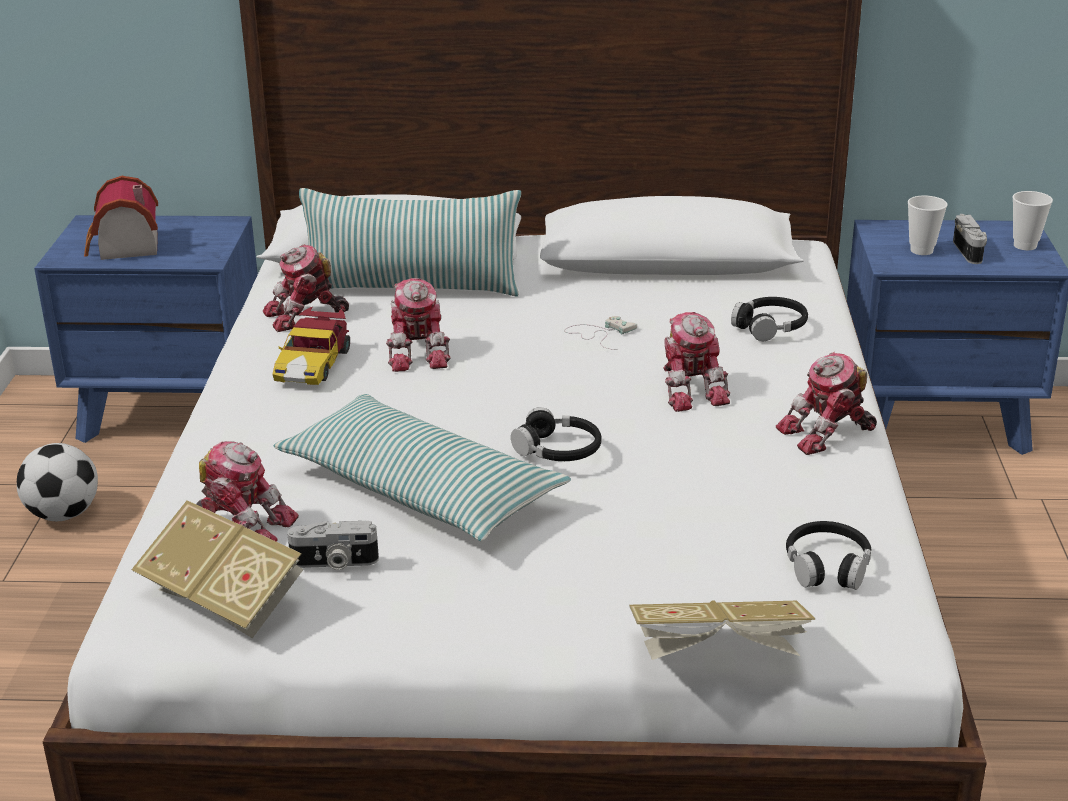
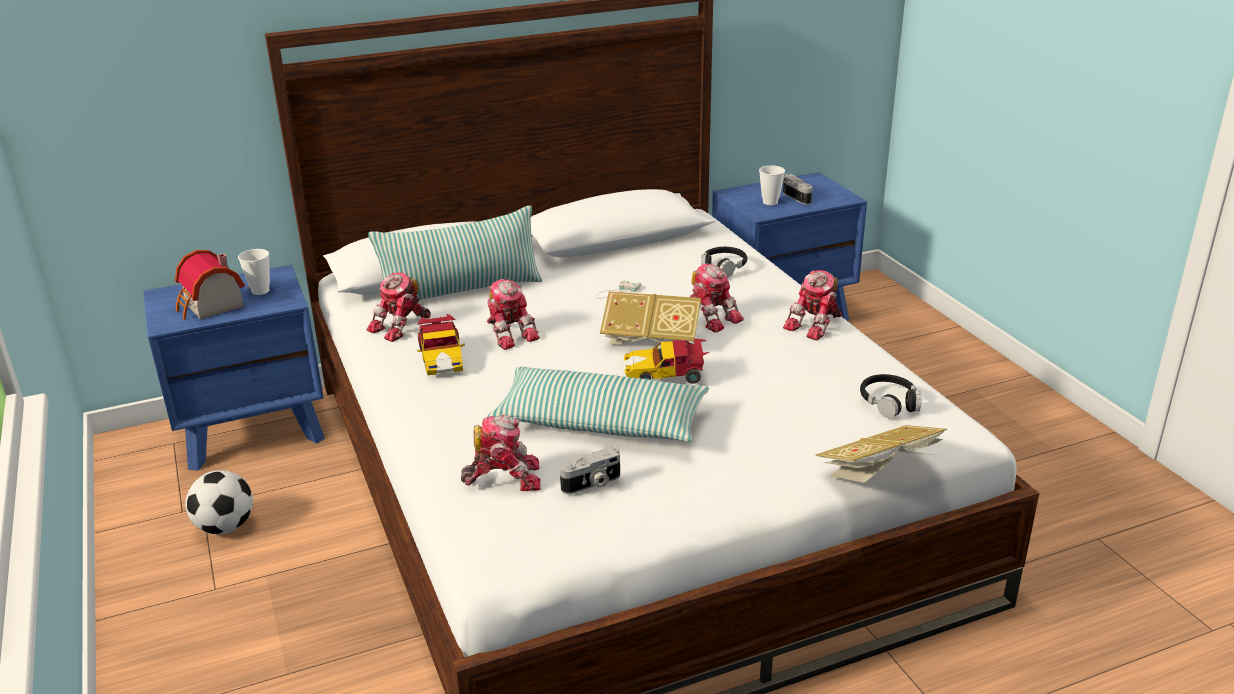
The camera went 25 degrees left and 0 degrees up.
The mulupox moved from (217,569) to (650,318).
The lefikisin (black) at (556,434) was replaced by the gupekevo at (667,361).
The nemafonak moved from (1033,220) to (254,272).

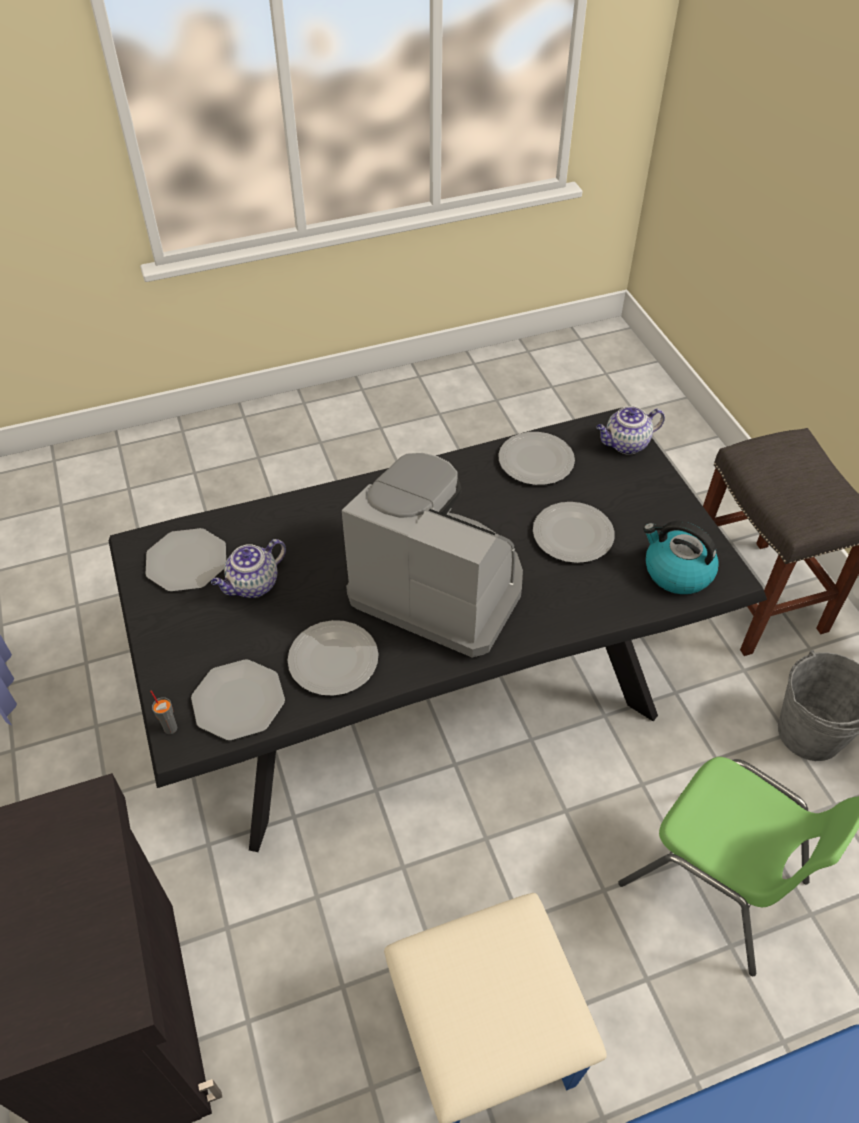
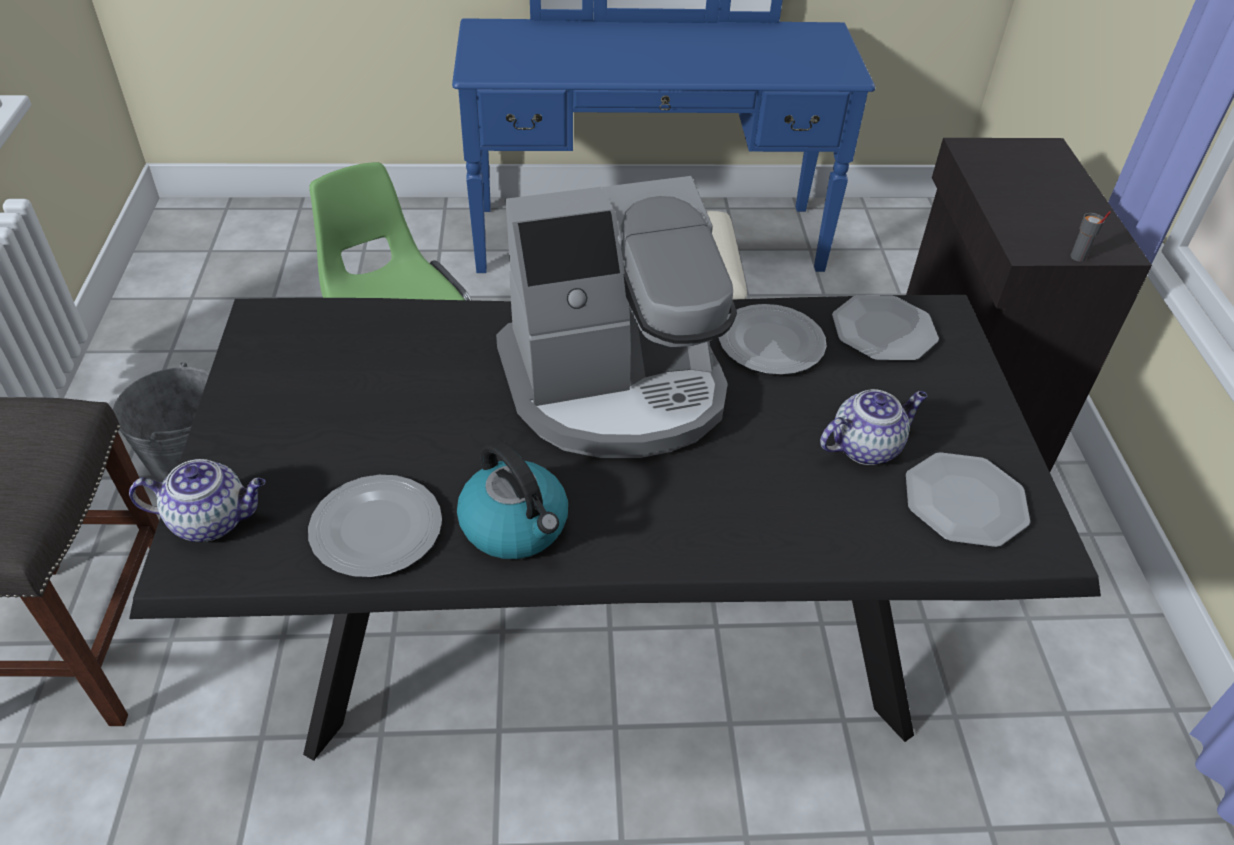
The camera went 165 degrees left and 5 degrees down.
The nemafonak (grey) moved from (163,712) to (1090,236).
The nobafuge at (432,555) turned 60 degrees counterclockwise.
The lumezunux at (574,532) disappeared.
The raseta moved from (681,557) to (512,499).

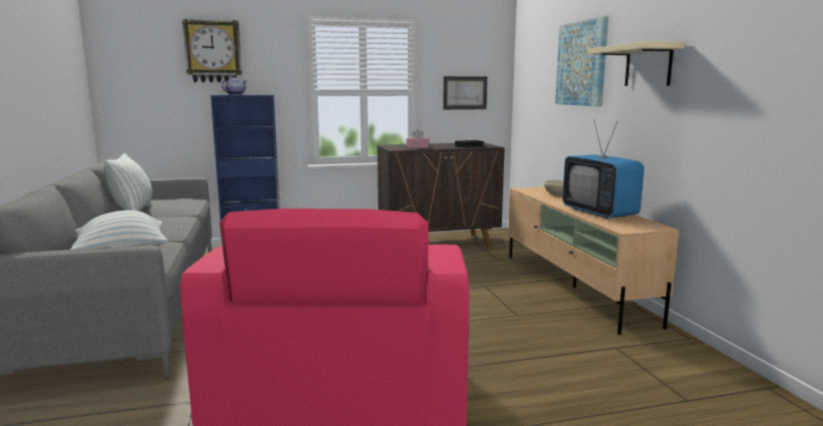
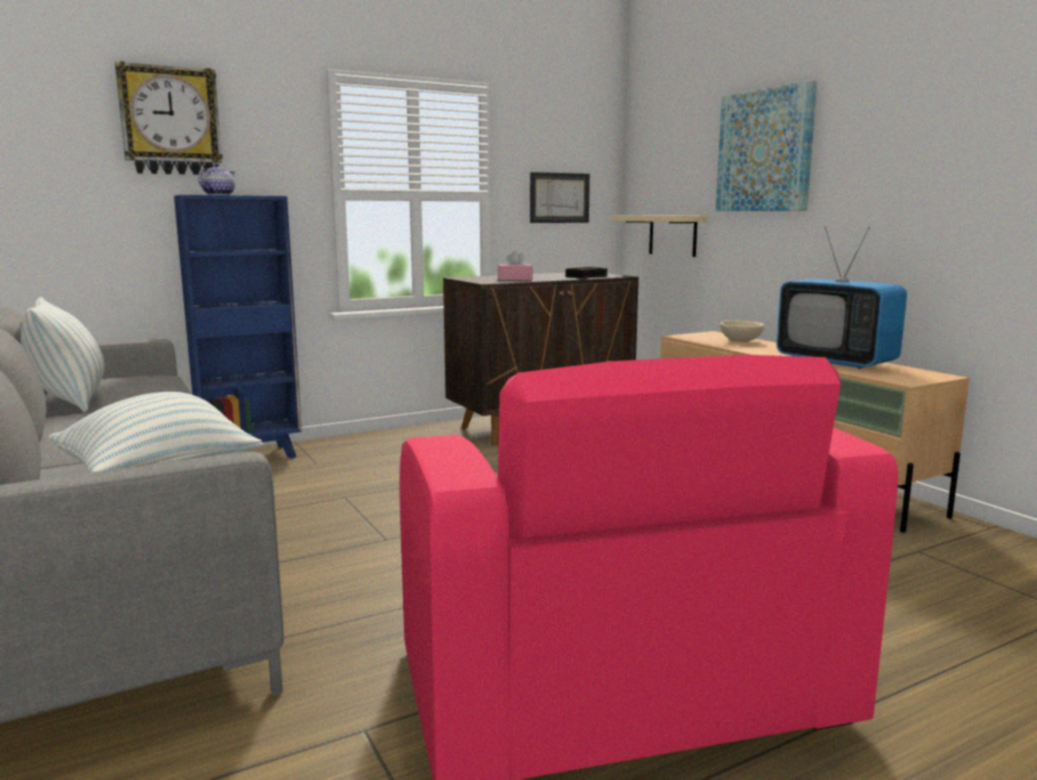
The camera went 15 degrees left and 0 degrees up.
The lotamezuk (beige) moved from (636,63) to (659,236).

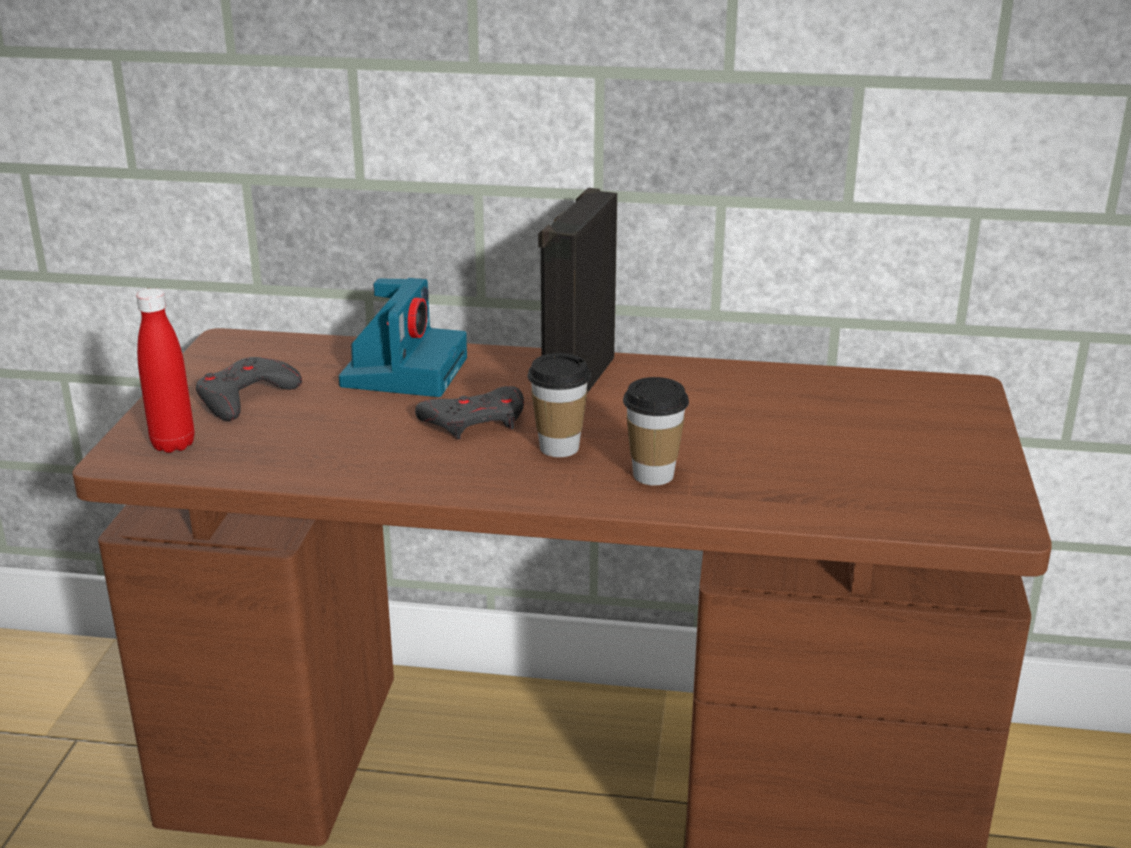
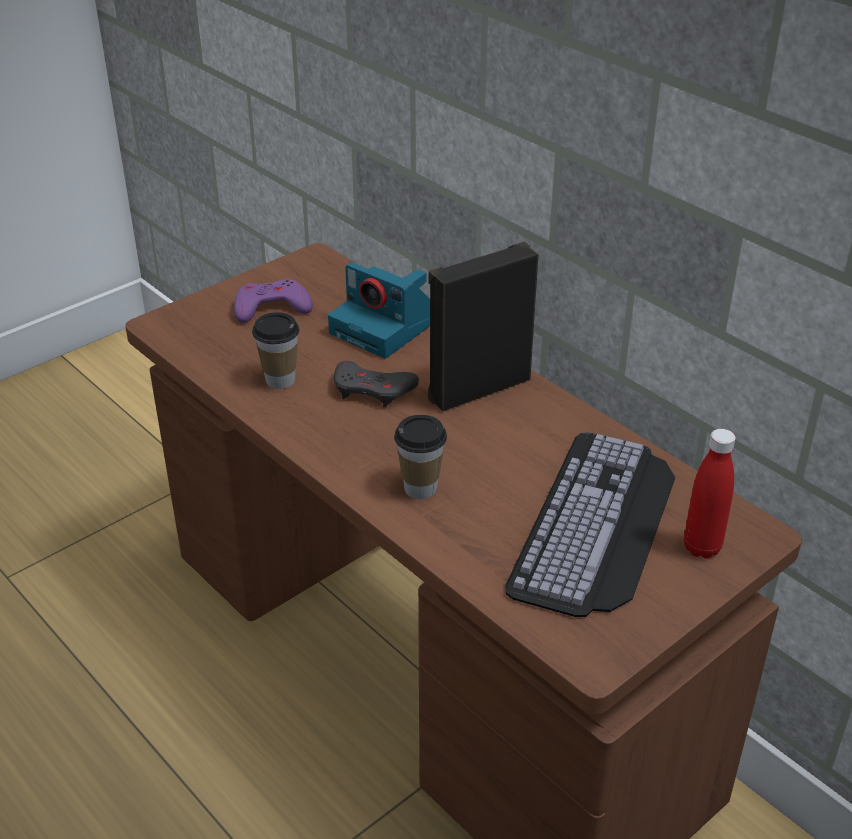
The camera went 40 degrees right and 10 degrees up.
The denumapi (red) moved from (165,370) to (710,494).
The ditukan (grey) at (249,389) became the ditukan (purple) at (273,301).
The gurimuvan at (403,337) turned 75 degrees clockwise.
The nemafonak moved from (559,405) to (275,350).
The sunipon at (590,524) appeared.

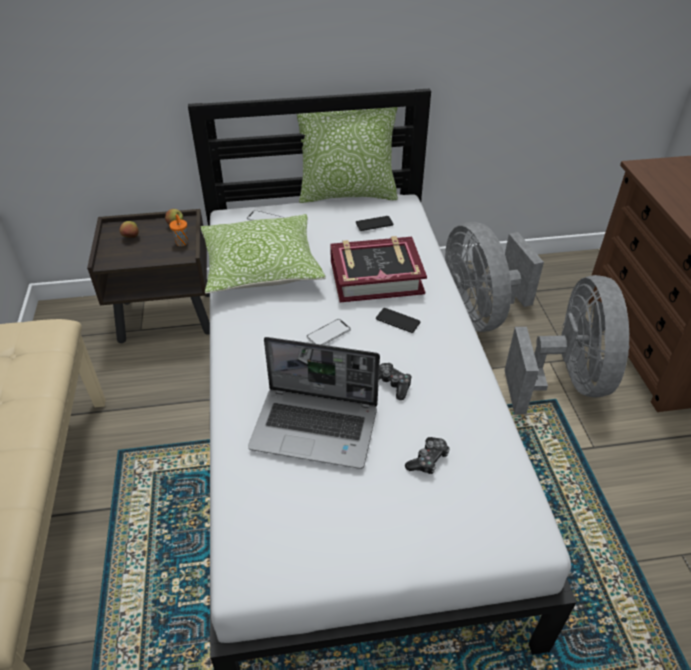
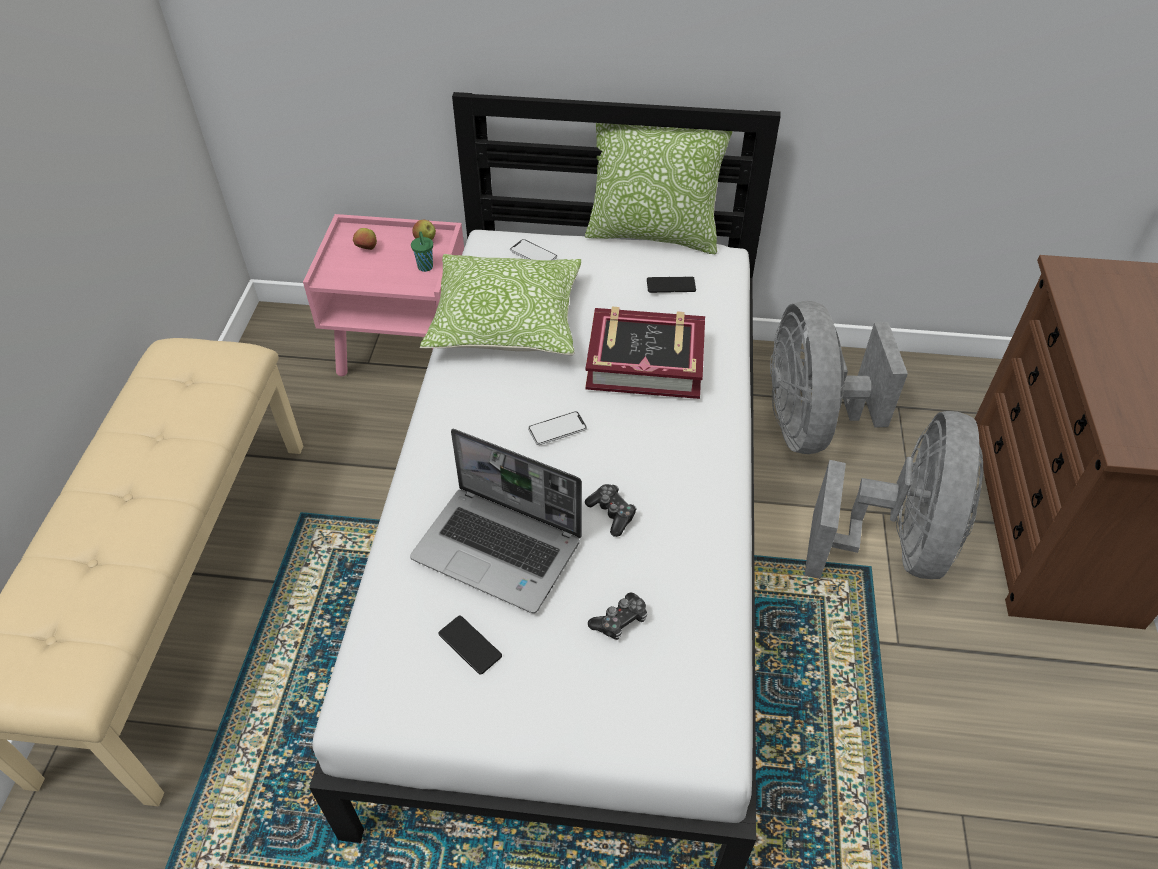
The camera went 15 degrees right and 5 degrees up.
The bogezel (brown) at (148,276) became the bogezel (pink) at (383,295).
The nemafonak (orange) at (178,230) became the nemafonak (green) at (422,251).
The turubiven moved from (398,320) to (470,645).

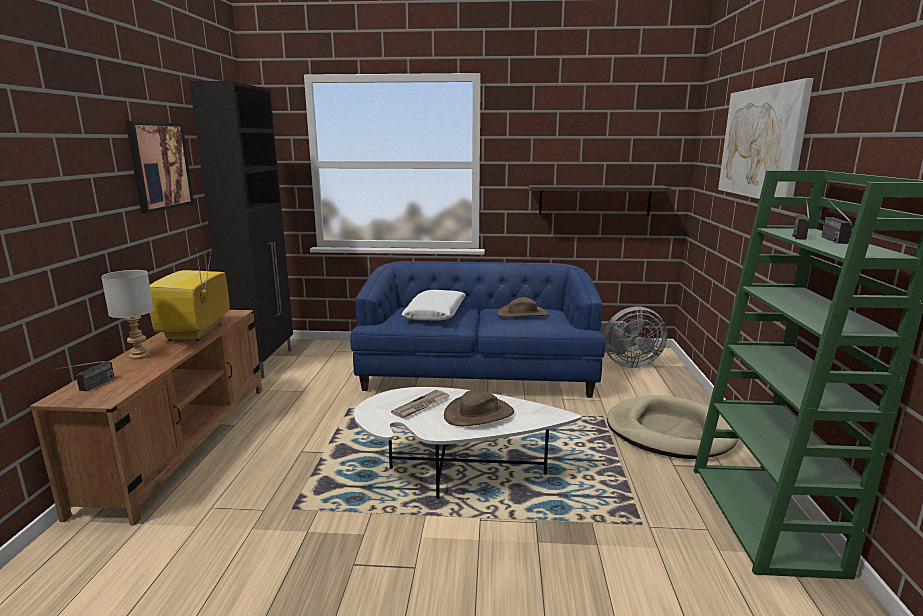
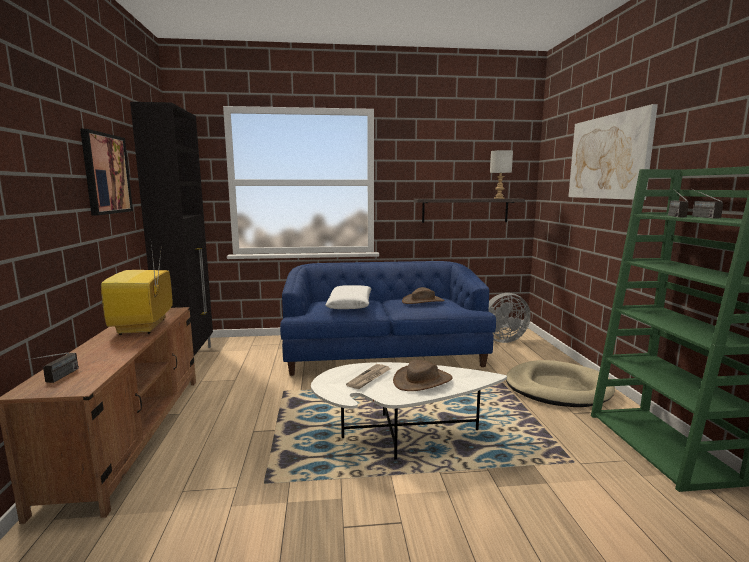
The camera went 10 degrees left and 5 degrees down.
The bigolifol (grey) moved from (127,315) to (501,174).

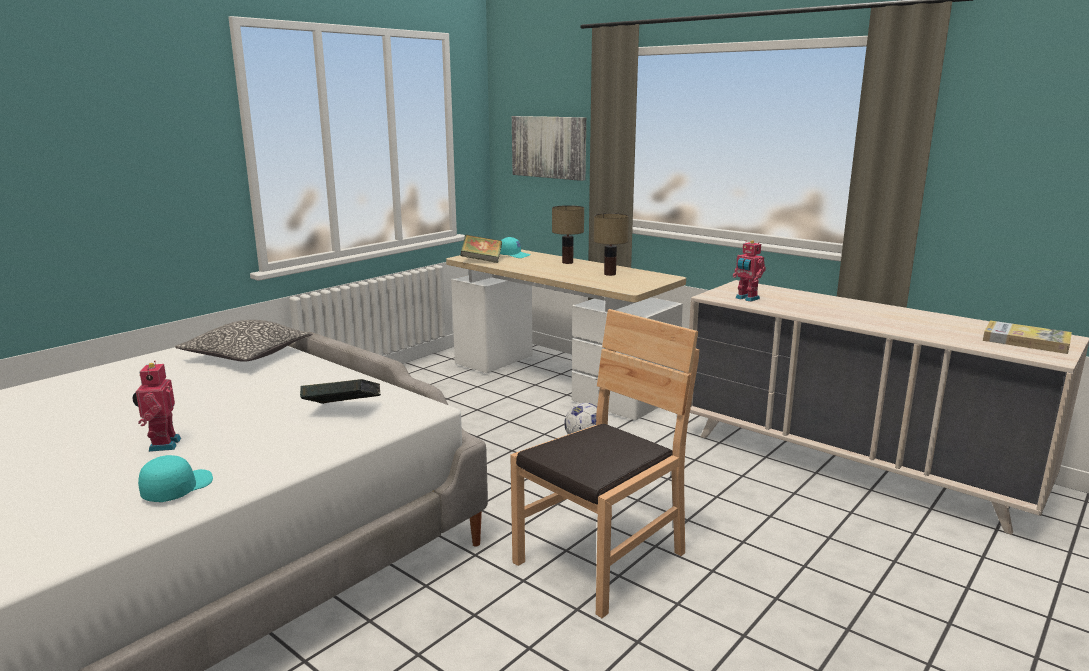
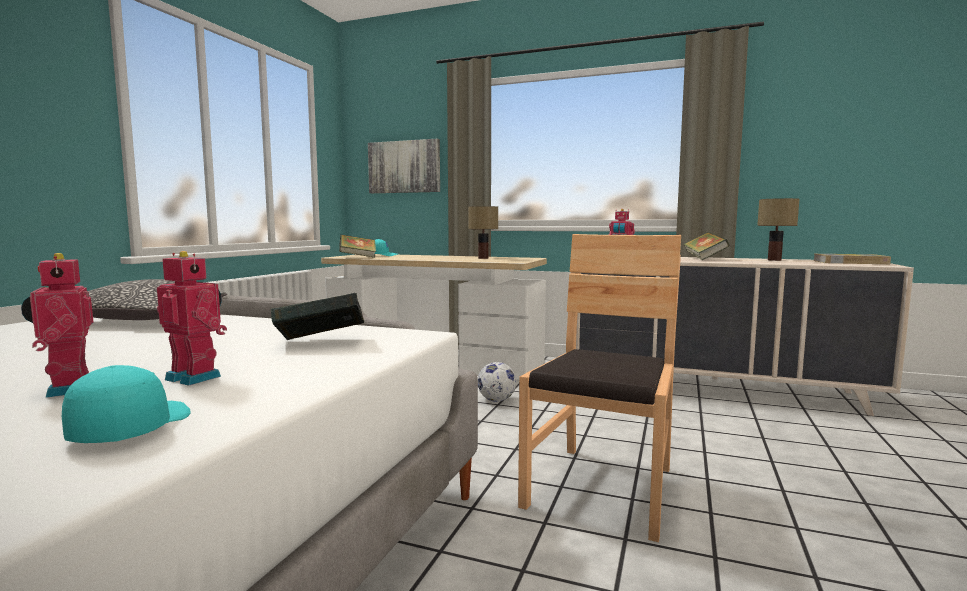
The camera went 20 degrees left and 10 degrees down.
The bigolifol moved from (568,234) to (778,229).
The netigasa at (192,318) appeared.
The mulupox at (706,246) appeared.

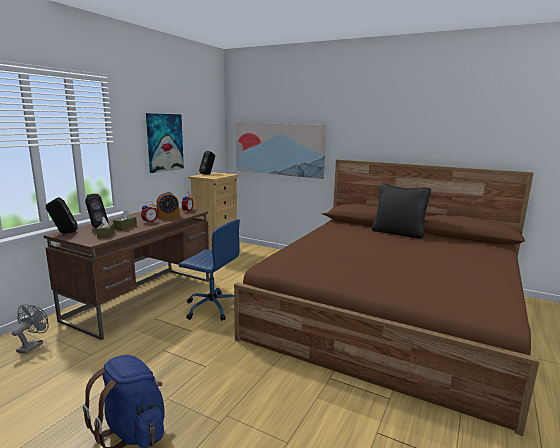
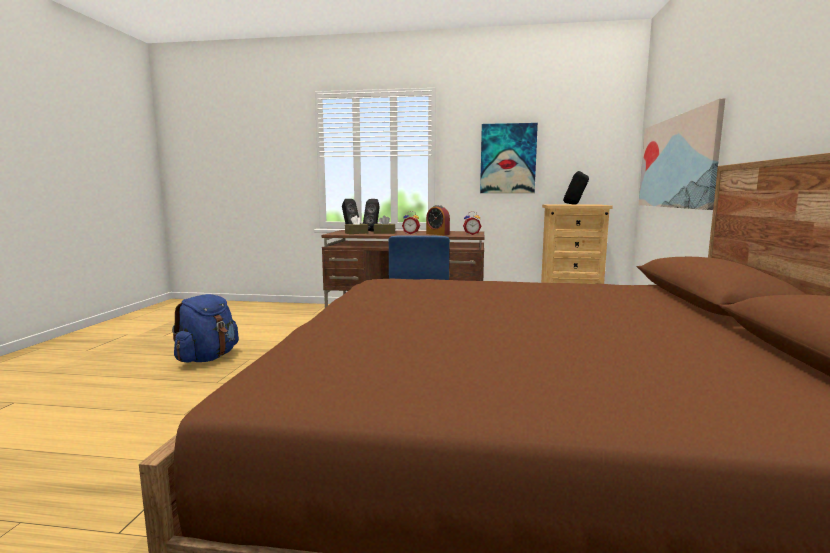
The camera went 70 degrees right and 5 degrees down.
The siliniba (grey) at (30,329) disappeared.
The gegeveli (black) at (401,210) disappeared.

